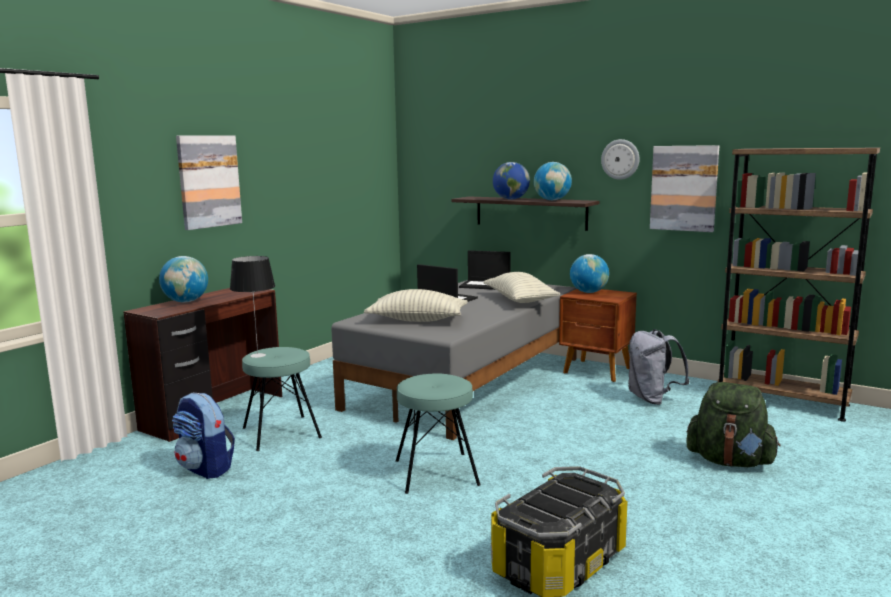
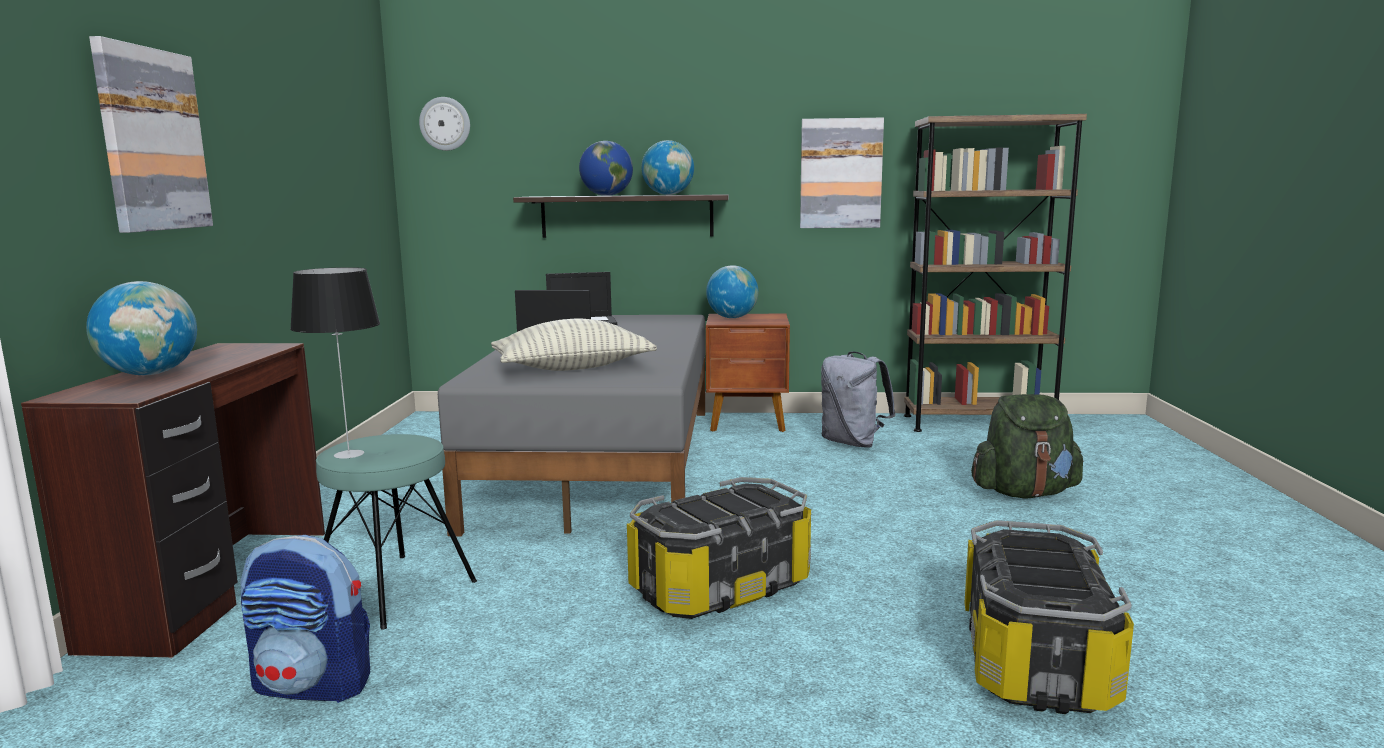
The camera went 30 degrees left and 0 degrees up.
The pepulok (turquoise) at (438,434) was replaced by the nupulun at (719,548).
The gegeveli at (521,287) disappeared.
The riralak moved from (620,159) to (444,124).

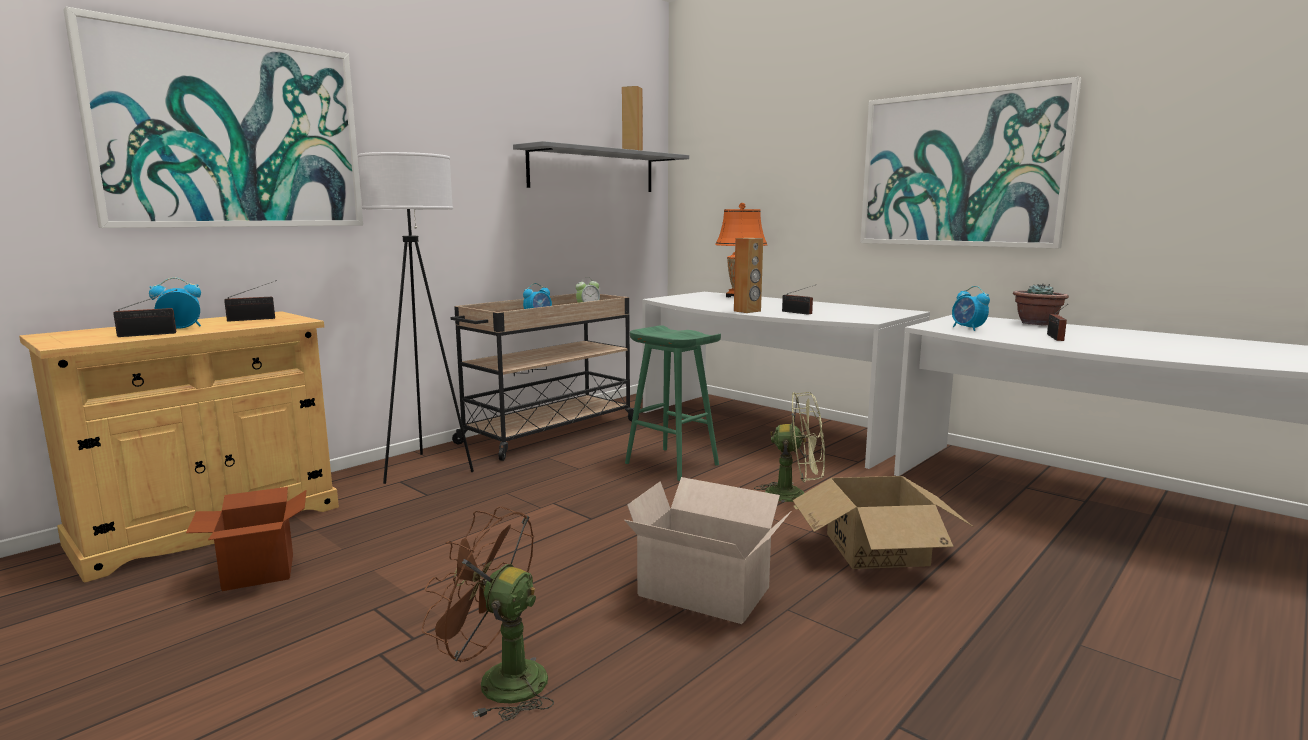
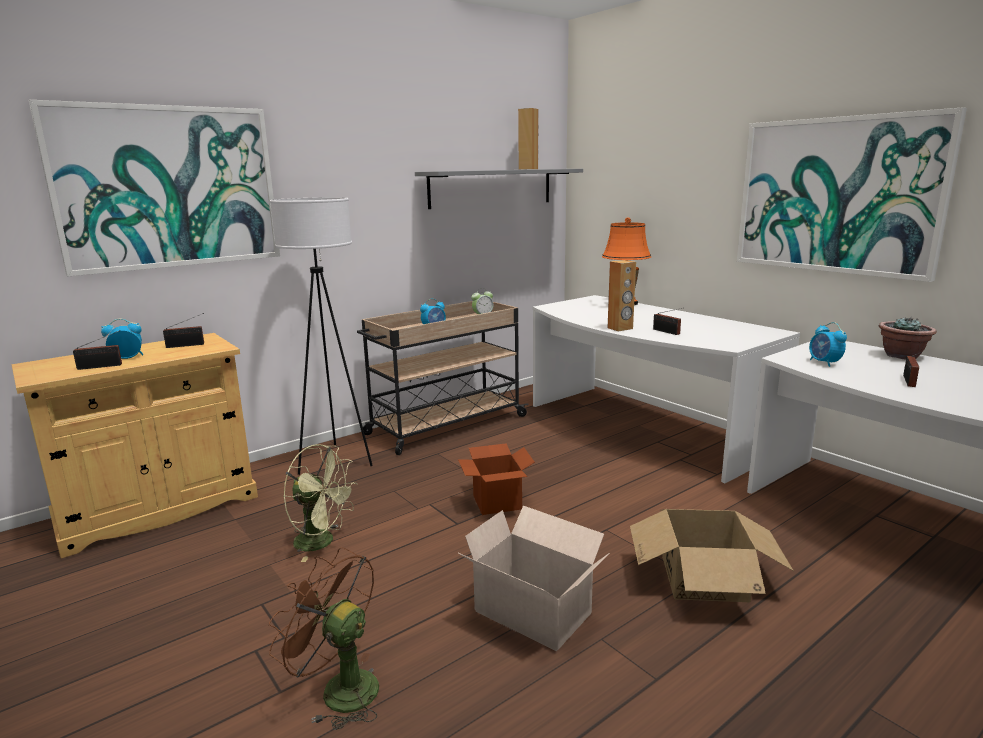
The camera went 10 degrees right and 5 degrees up.
The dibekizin moved from (246,539) to (496,479).
The pepulok (green) at (673,403) disappeared.
The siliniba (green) moved from (789,450) to (320,503).

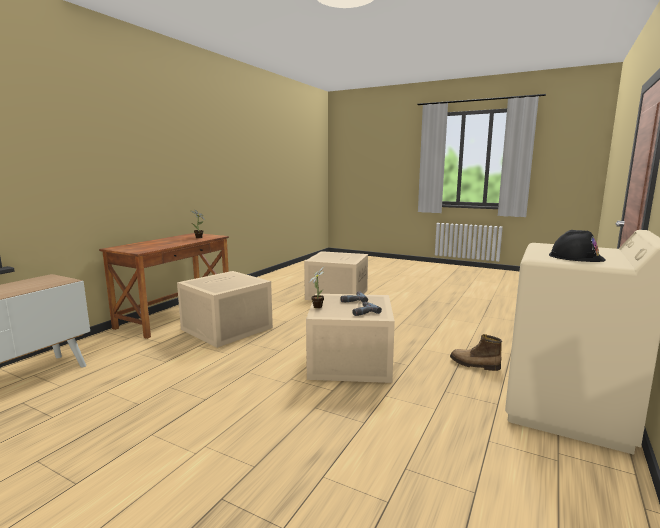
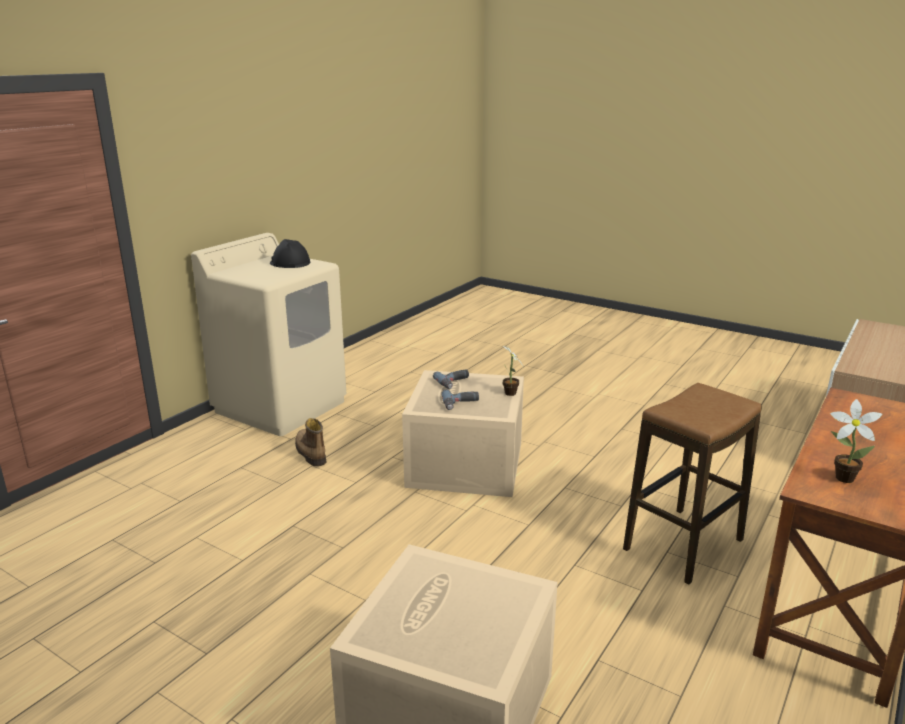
The camera went 175 degrees left and 10 degrees up.
The nupulun (beige) at (225,309) was replaced by the pepulok at (692,484).
The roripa at (476,352) turned 150 degrees counterclockwise.

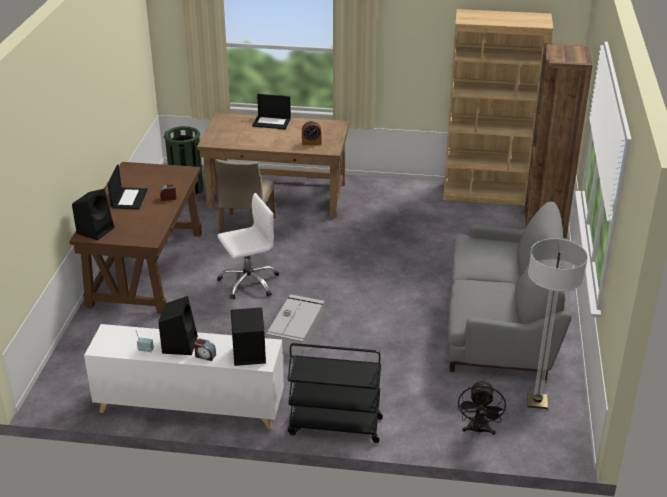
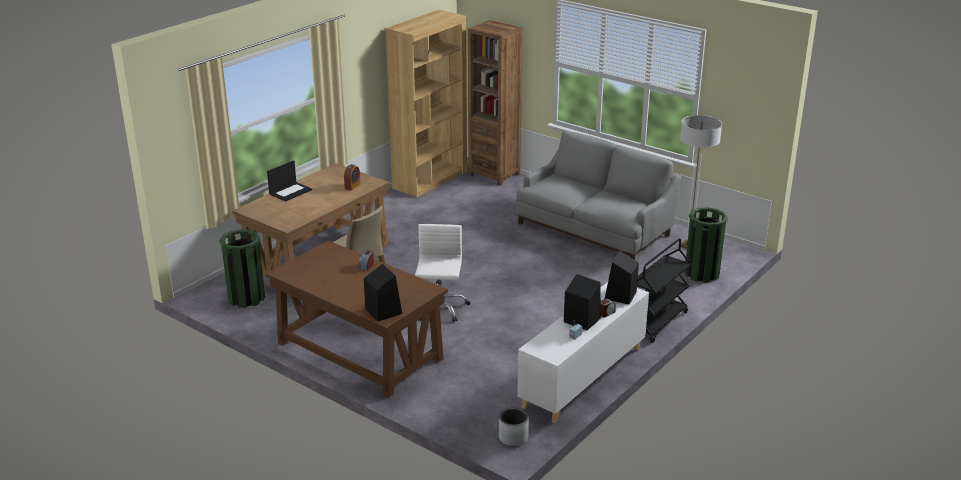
The camera went 60 degrees left and 5 degrees down.
The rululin at (127,187) disappeared.
The nupulun (grey) at (296,325) disappeared.
The siliniba (black) at (482,407) was replaced by the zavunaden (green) at (706,245).
The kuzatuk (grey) at (514,427) appeared.

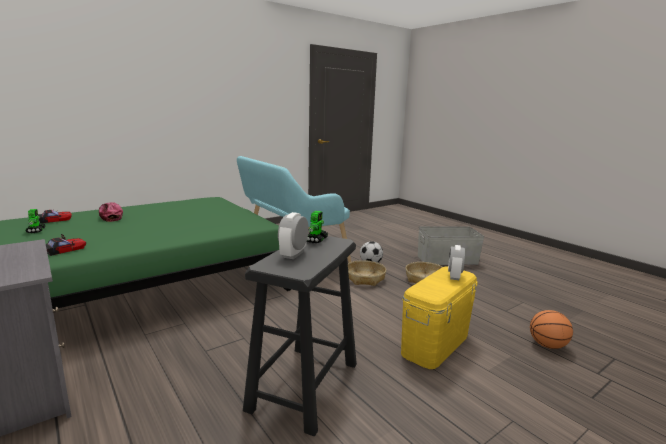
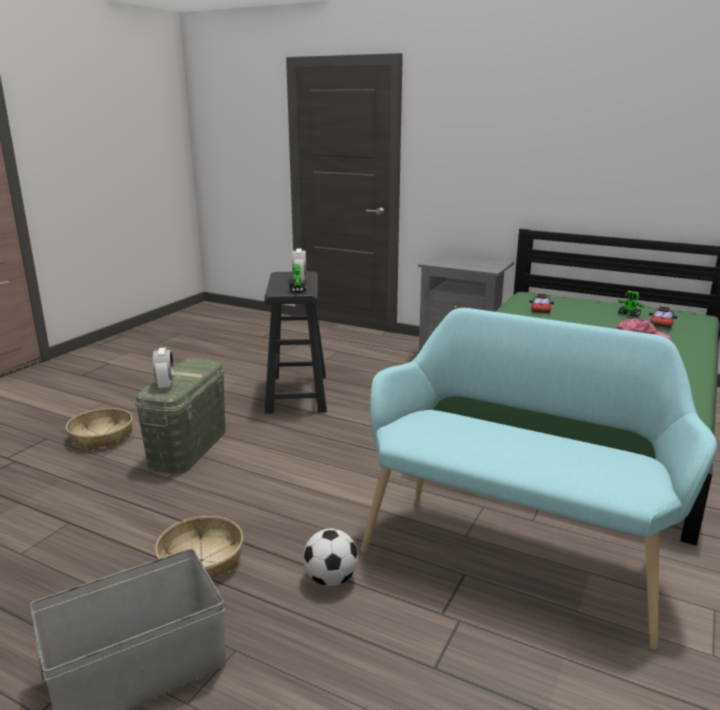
The camera went 155 degrees right and 5 degrees up.
The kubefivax moved from (367,273) to (99,429).
The nupulun (yellow) at (439,317) became the nupulun (green) at (180,416).
The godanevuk at (551,329) disappeared.

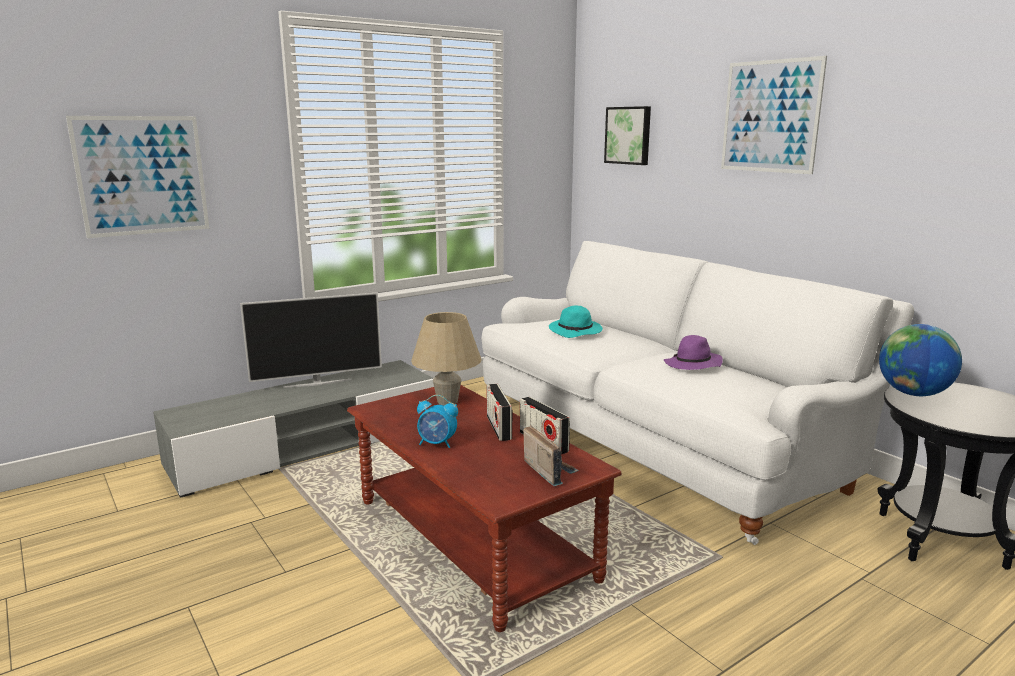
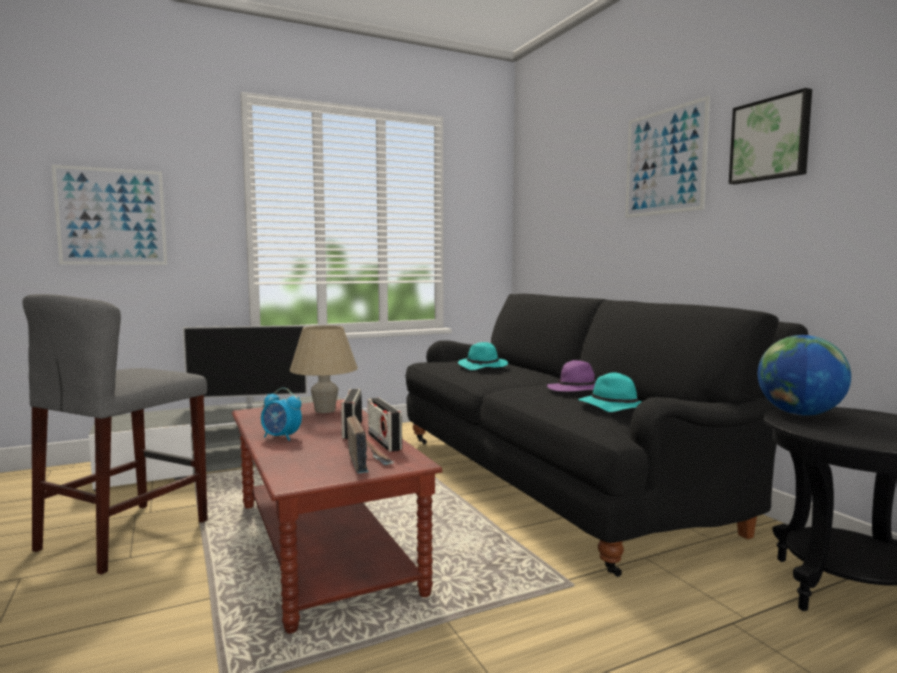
The camera went 10 degrees right and 10 degrees down.
The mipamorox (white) at (697,393) became the mipamorox (black) at (606,435).
The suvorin moved from (627,135) to (770,136).
The pepulok (grey) at (115,434) appeared.
The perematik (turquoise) at (610,392) appeared.

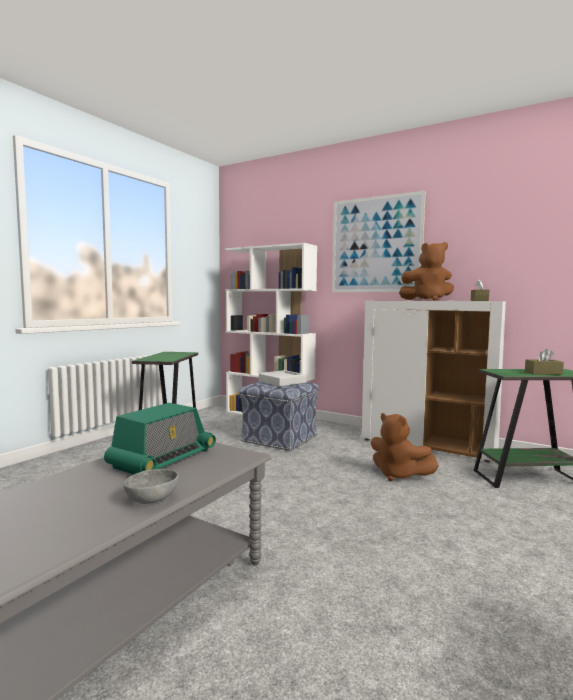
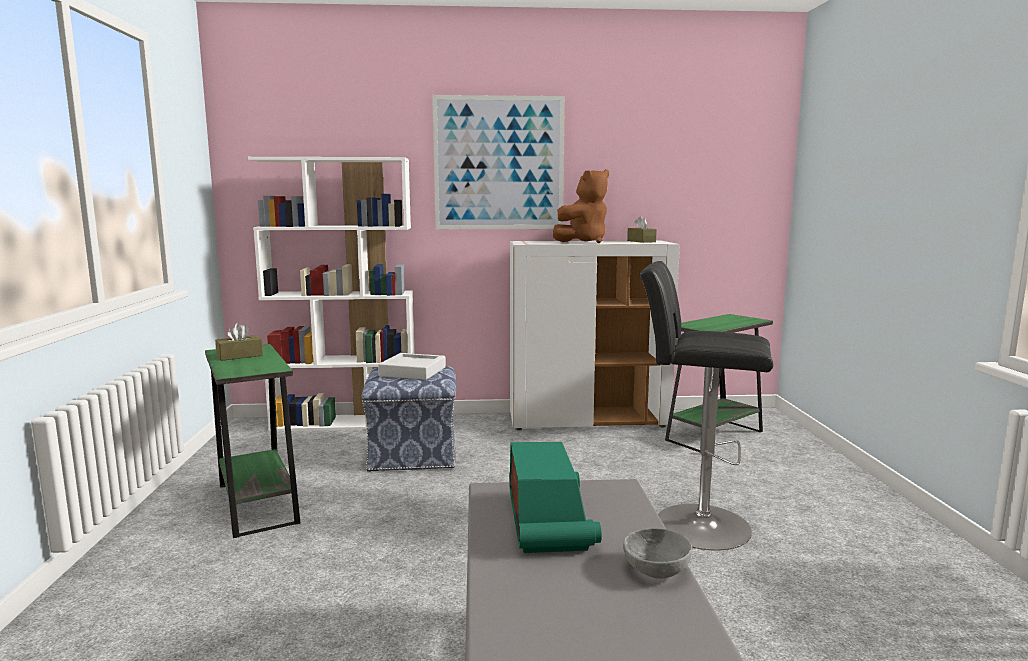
The camera went 35 degrees left and 5 degrees up.
The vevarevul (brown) at (405,447) disappeared.
The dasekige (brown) moved from (544,361) to (239,342).
The pepulok (black) at (707,406) appeared.

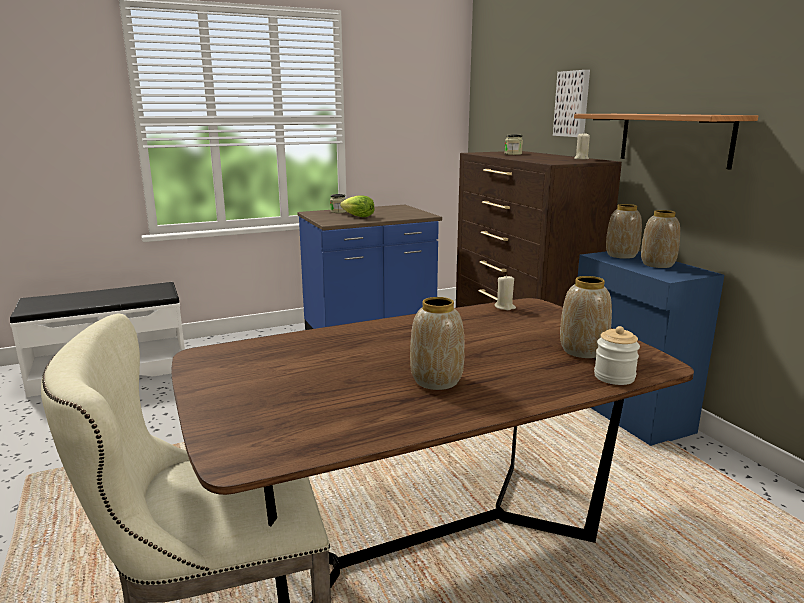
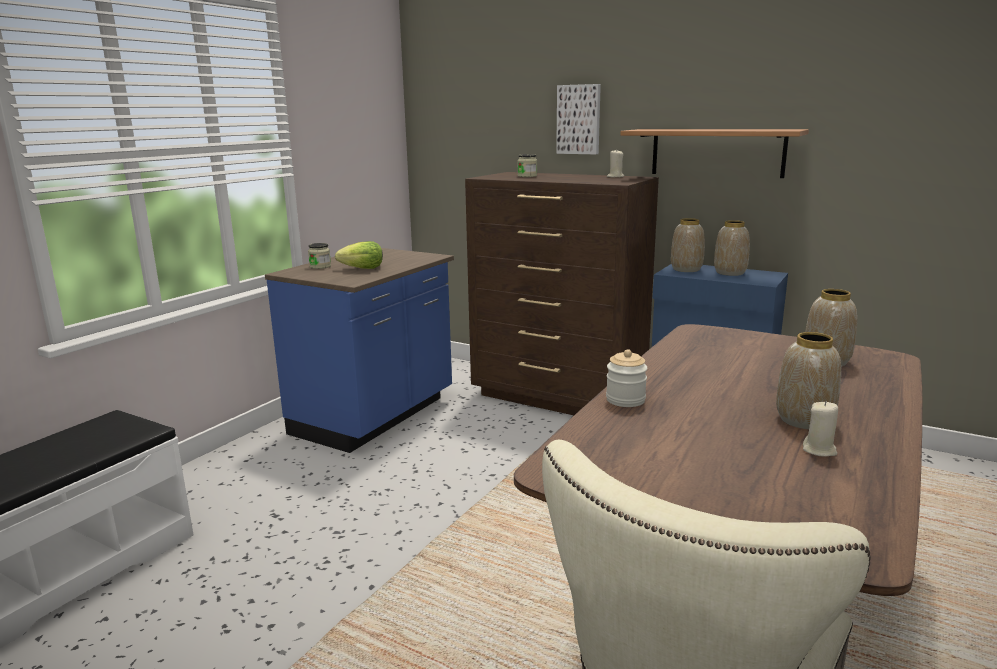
The camera went 35 degrees left and 0 degrees up.
The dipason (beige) moved from (505,292) to (820,429).
The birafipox moved from (617,355) to (626,378).

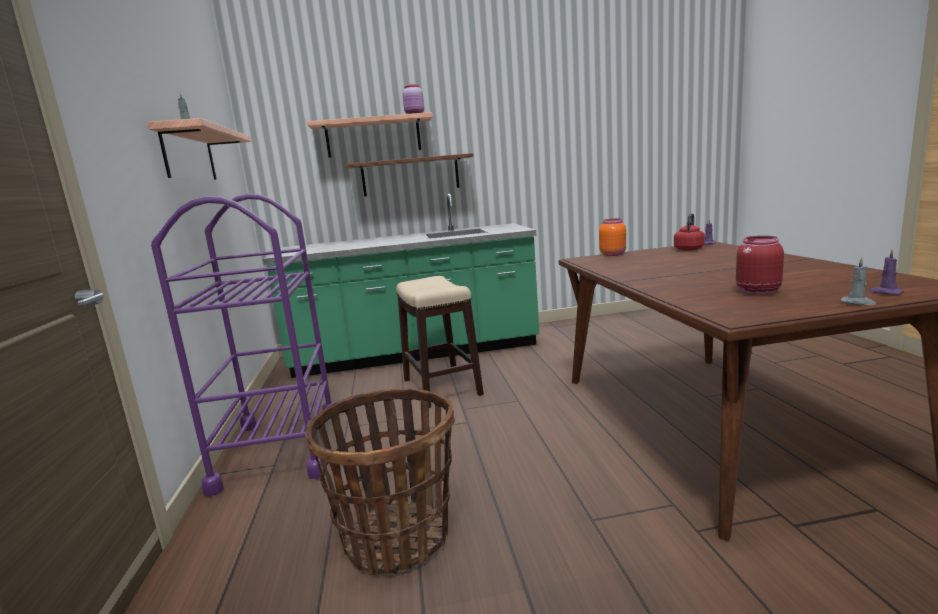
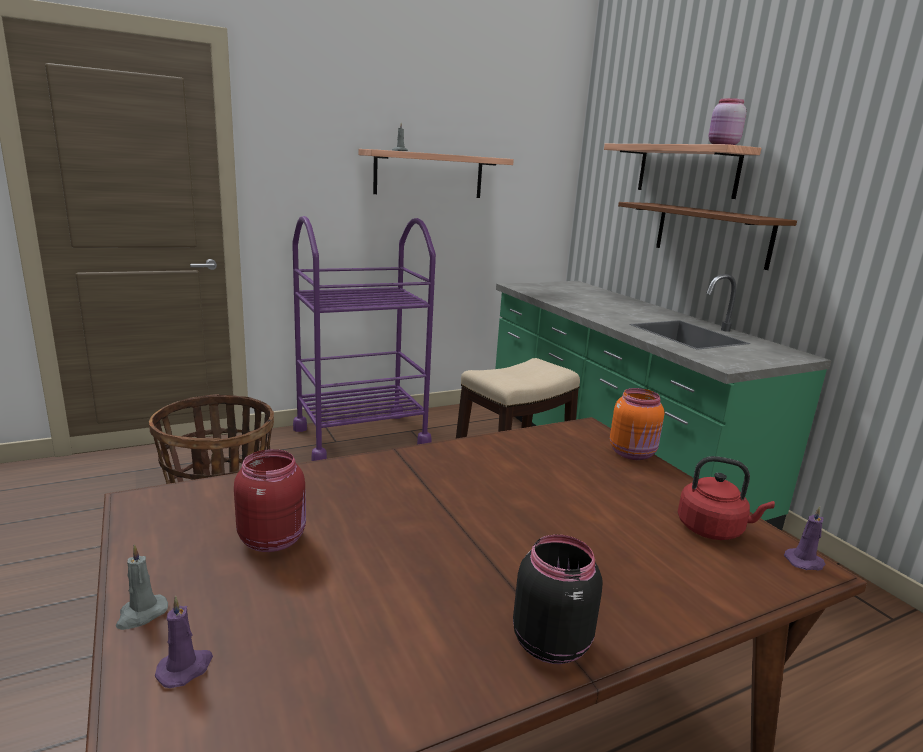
The camera went 70 degrees right and 5 degrees up.
The birafipox (black) at (557,599) appeared.

